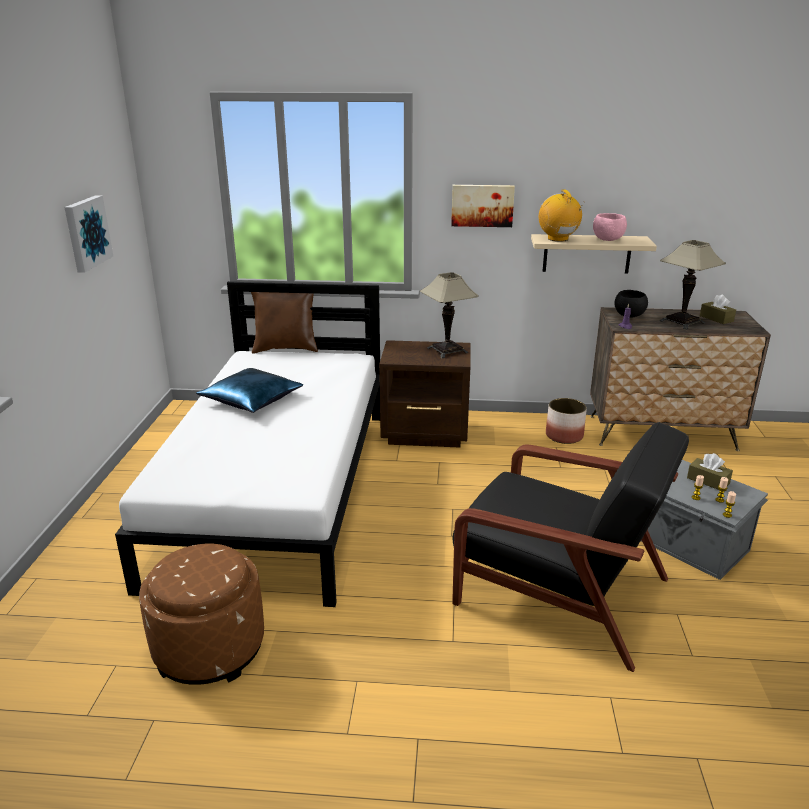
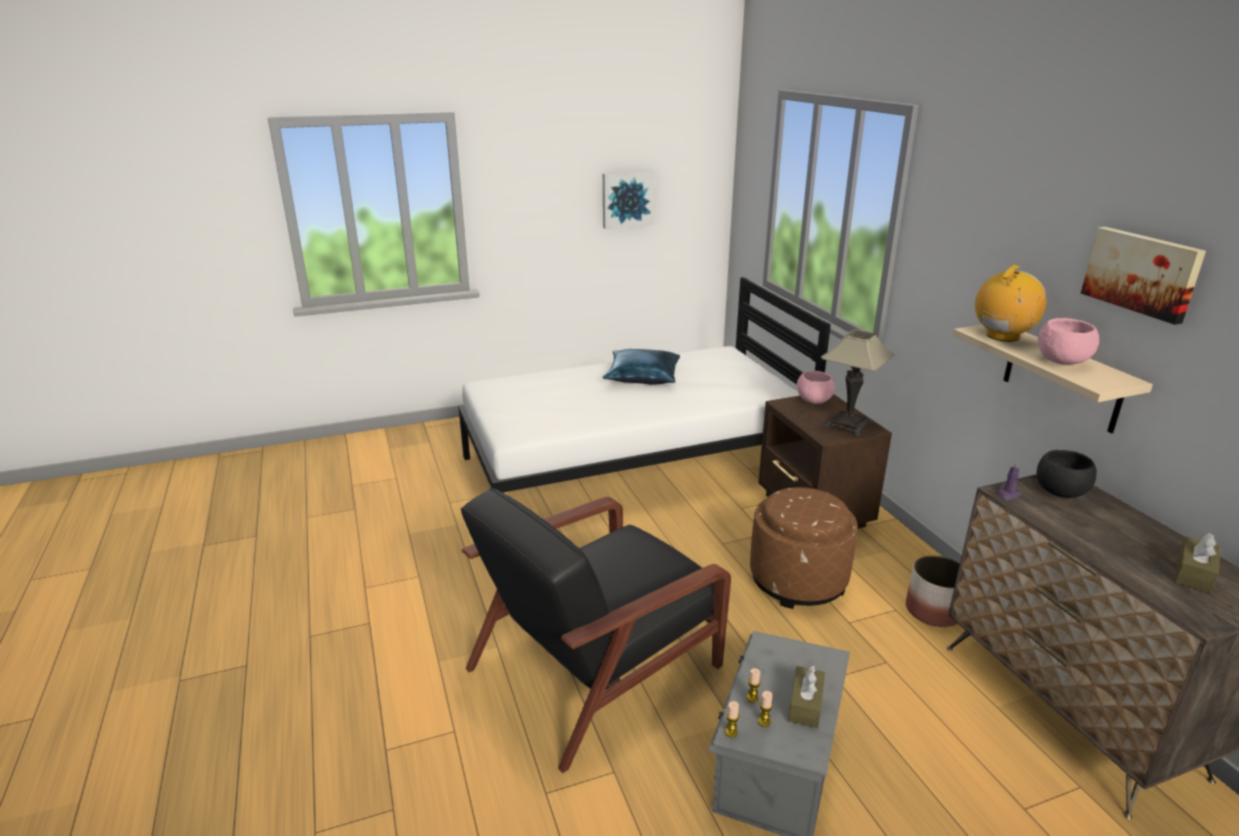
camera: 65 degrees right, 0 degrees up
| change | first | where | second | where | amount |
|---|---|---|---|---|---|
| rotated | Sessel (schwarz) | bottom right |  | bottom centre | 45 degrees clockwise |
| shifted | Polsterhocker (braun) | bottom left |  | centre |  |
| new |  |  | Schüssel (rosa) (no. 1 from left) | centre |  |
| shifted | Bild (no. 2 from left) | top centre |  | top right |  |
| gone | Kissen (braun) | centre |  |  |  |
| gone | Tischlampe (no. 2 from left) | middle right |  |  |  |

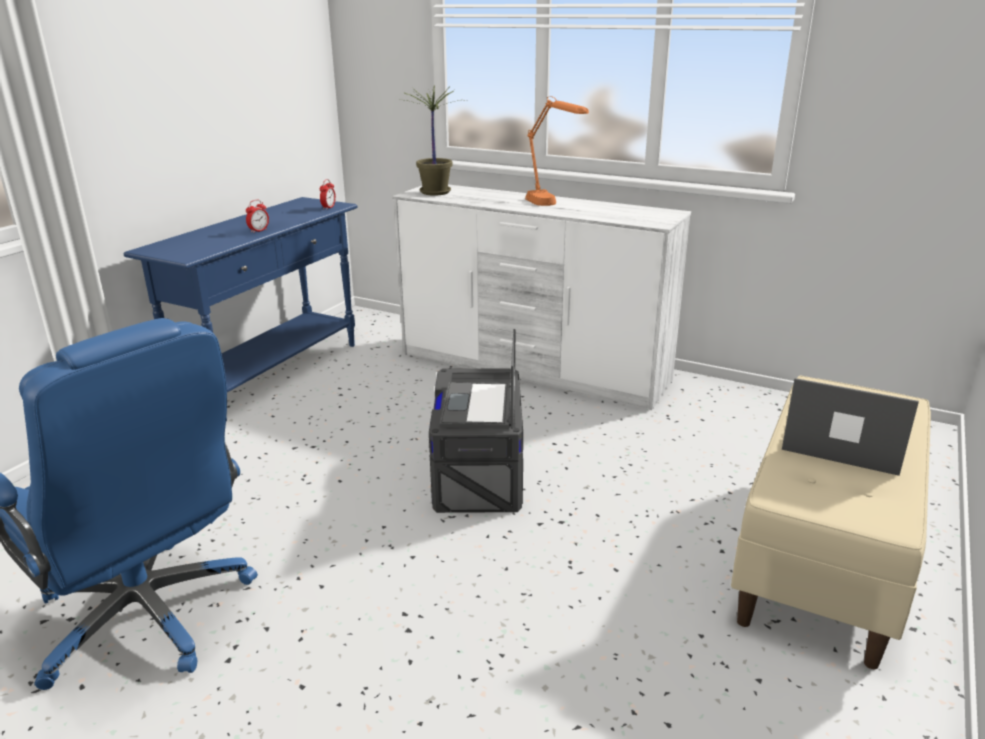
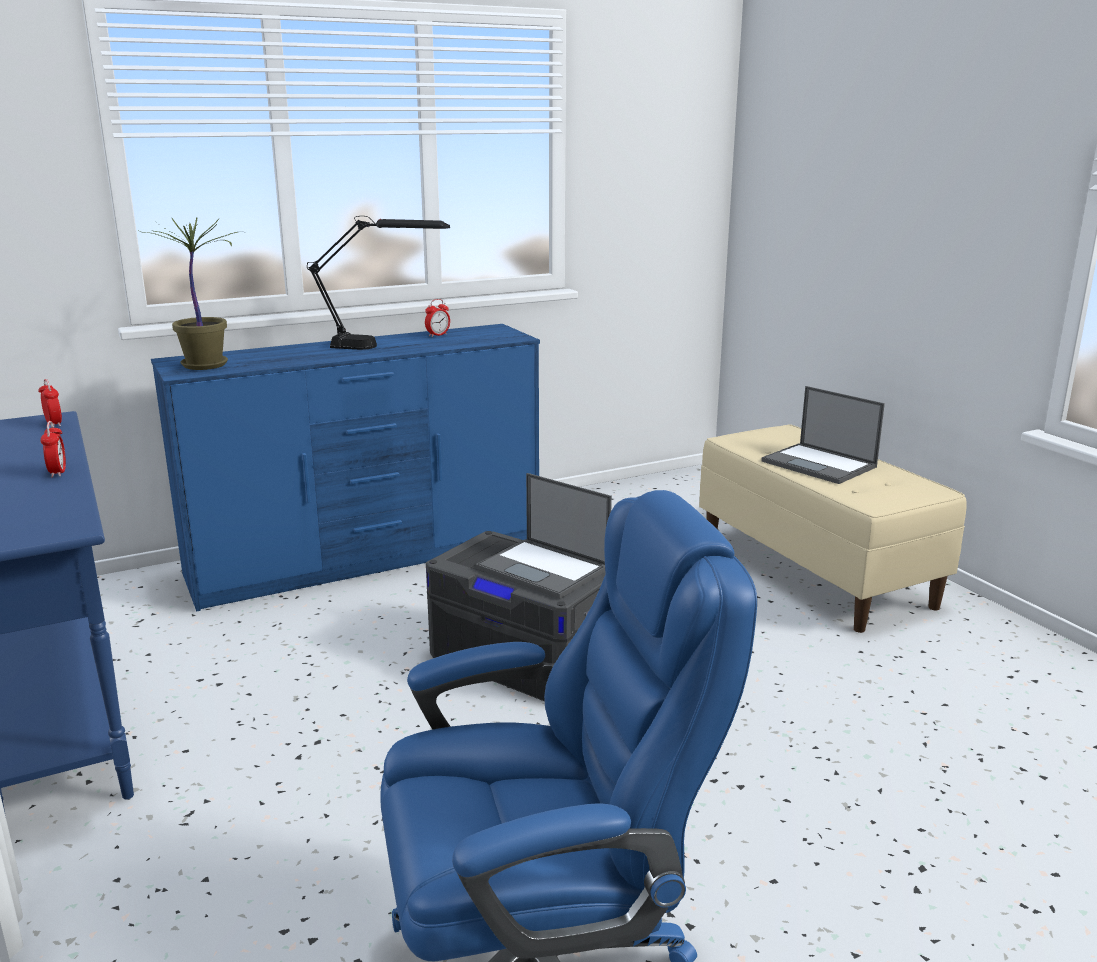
camera: 55 degrees left, 5 degrees down
| change | first | where | second | where | amount |
|---|---|---|---|---|---|
| repainted | Kommode (weiß) | centre | Kommode (blau) | middle left |  |
| repainted | Tischlampe (orange) | top centre | Tischlampe (schwarz) | top centre |  |
| new |  |  | Wecker (no. 3 from left) | top centre |  |
| rotated | Laptop (no. 2 from left) | middle right |  | middle right | 105 degrees counterclockwise |

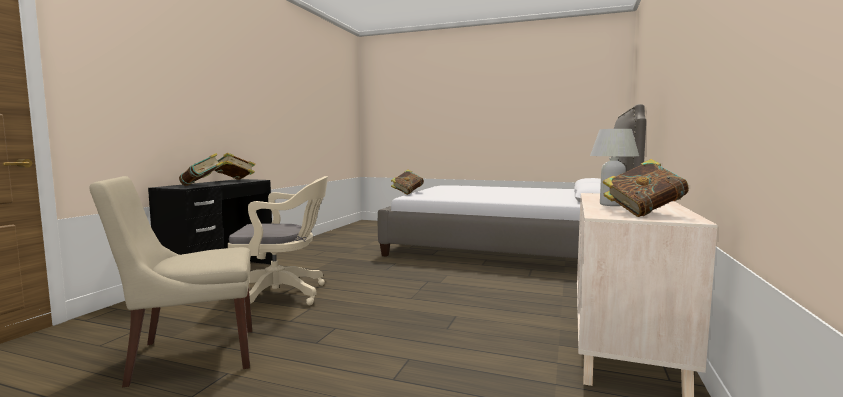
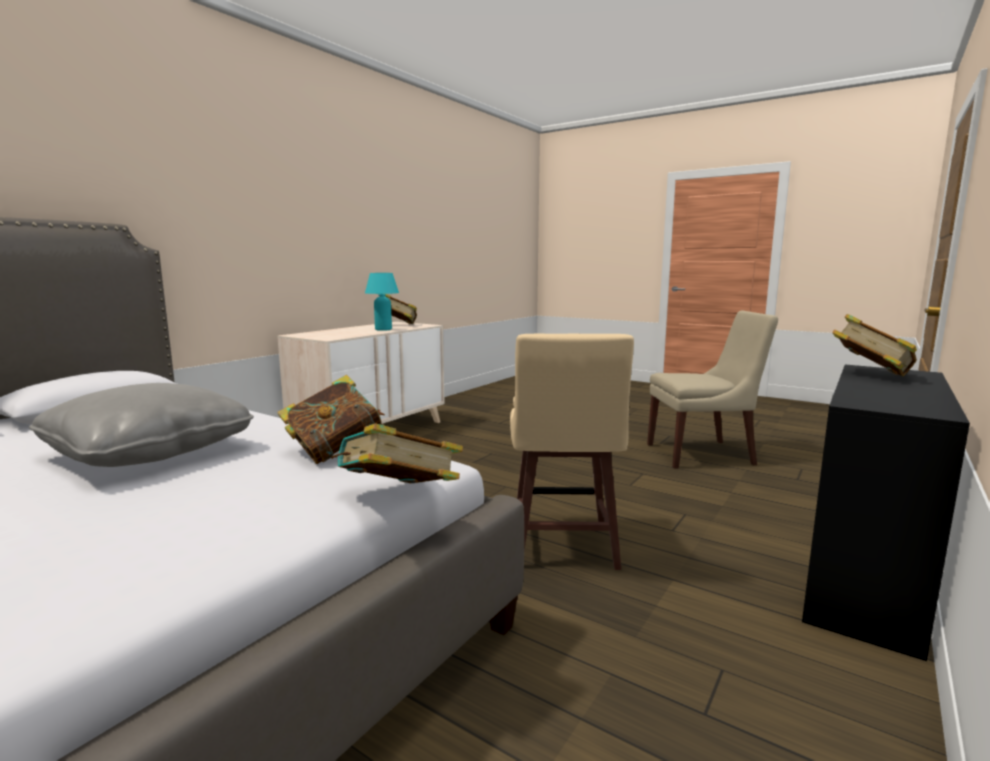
camera: 165 degrees left, 5 degrees up
| change | first | where | second | where | amount |
|---|---|---|---|---|---|
| new |  |  | Kissen (grau) | middle left |  |
| shifted | Buch (no. 2 from left in the first image) | middle left | Buch (no. 1 from left) | centre |  |
| repainted | Tischlampe (weiß) | middle right | Tischlampe (türkis) | centre |  |
| new |  |  | Hocker (beige) | centre |  |
| gone | Bürostuhl (beige) | middle left |  |  |  |

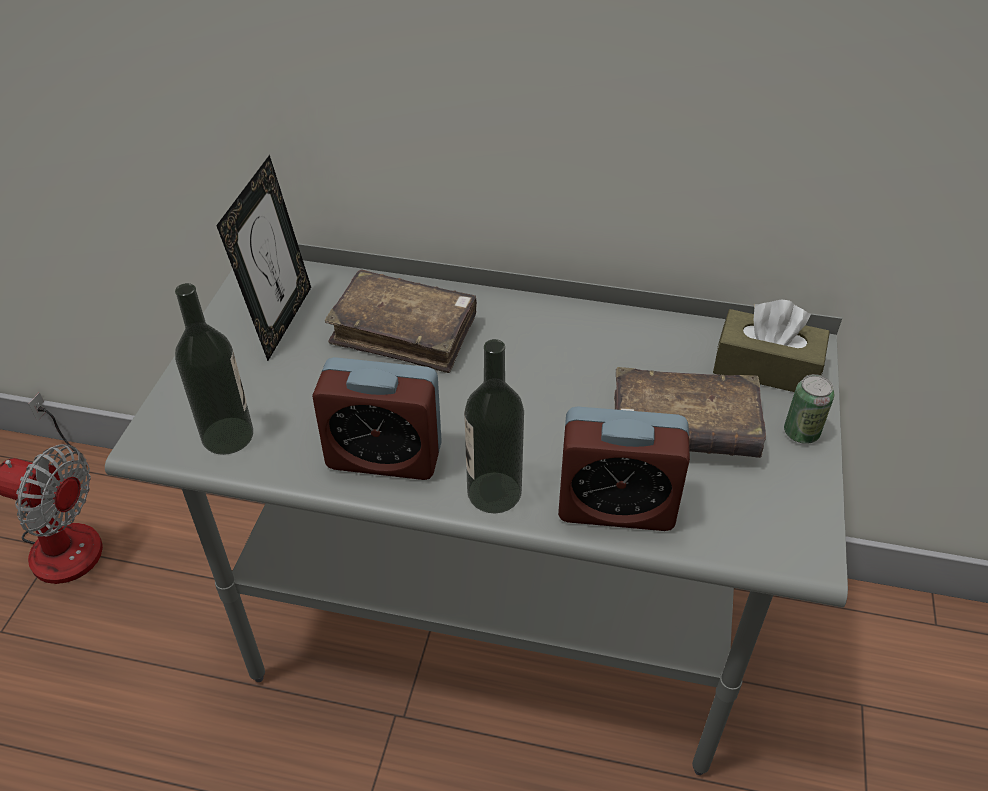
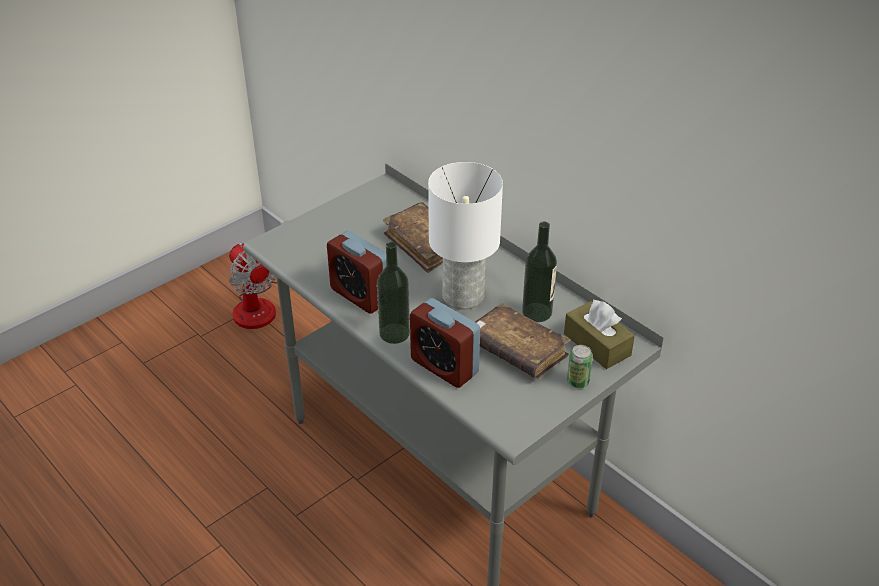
camera: 35 degrees right, 5 degrees down
| change | first | where | second | where | amount |
|---|---|---|---|---|---|
| new |  |  | Tischlampe (weiß) | centre |  |
| shifted | Flasche (no. 1 from left in the first image) | middle left | Flasche (no. 2 from left) | centre |  |
| gone | Bilderrahmen | top left |  |  |  |

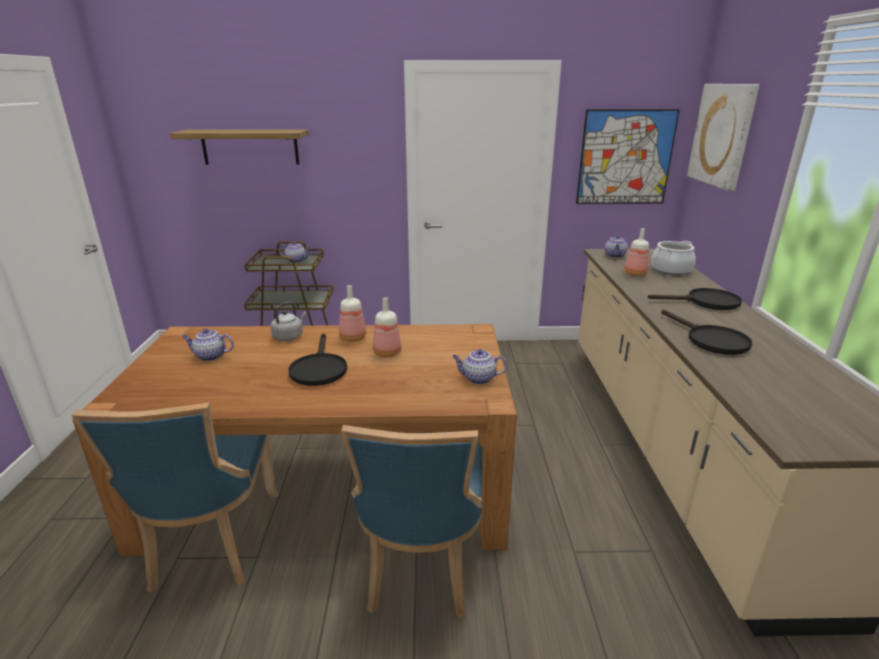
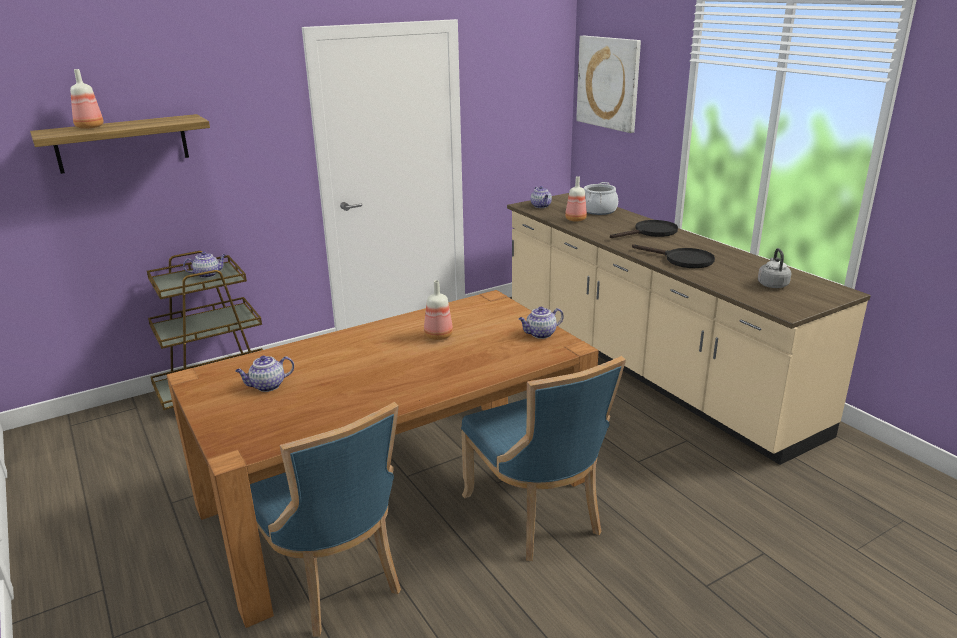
camera: 30 degrees left, 0 degrees up
| change | first | where | second | where | amount |
|---|---|---|---|---|---|
| shifted | Flasche (no. 1 from left) | centre |  | top left |  |
| shifted | Wasserkessel (grau) | middle left |  | middle right |  |
| gone | Pfanne (schwarz) (no. 1 from left) | centre |  |  |  |
| gone | Bild (no. 1 from left) | top right |  |  |  |

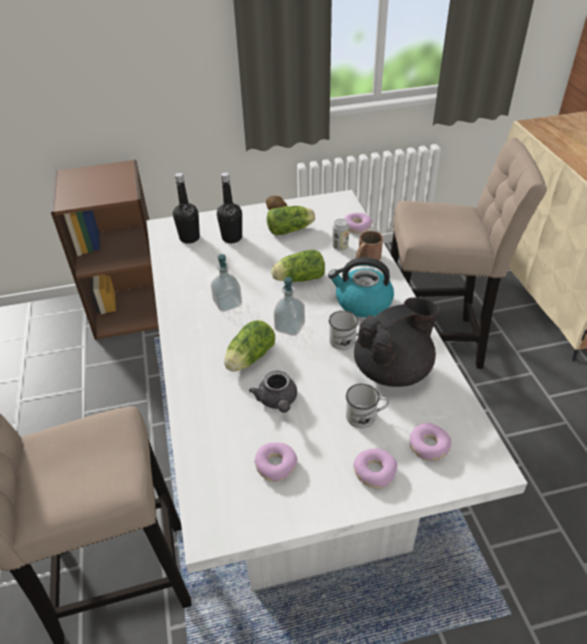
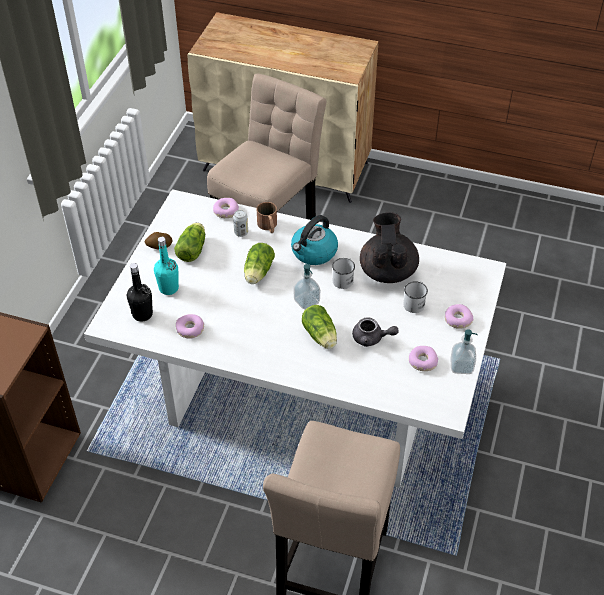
camera: 60 degrees left, 5 degrees up
| change | first | where | second | where | amount |
|---|---|---|---|---|---|
| repainted | Flasche (schwarz) (no. 2 from left) | top centre | Flasche (türkis) | middle left |  |
| shifted | Donut (no. 4 from left in the first image) | bottom right | Donut (no. 1 from left) | middle left |  |
| shifted | Seifenspender (no. 1 from left in the first image) | centre | Seifenspender (no. 2 from left) | middle right |  |

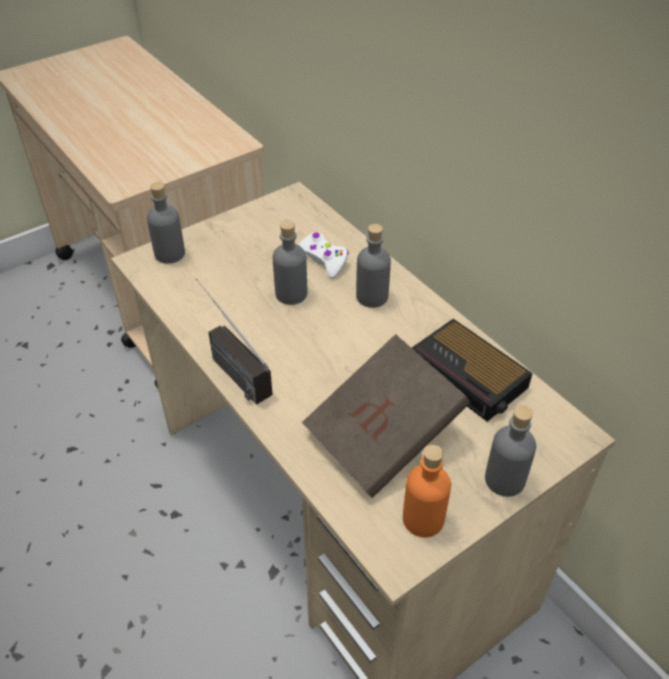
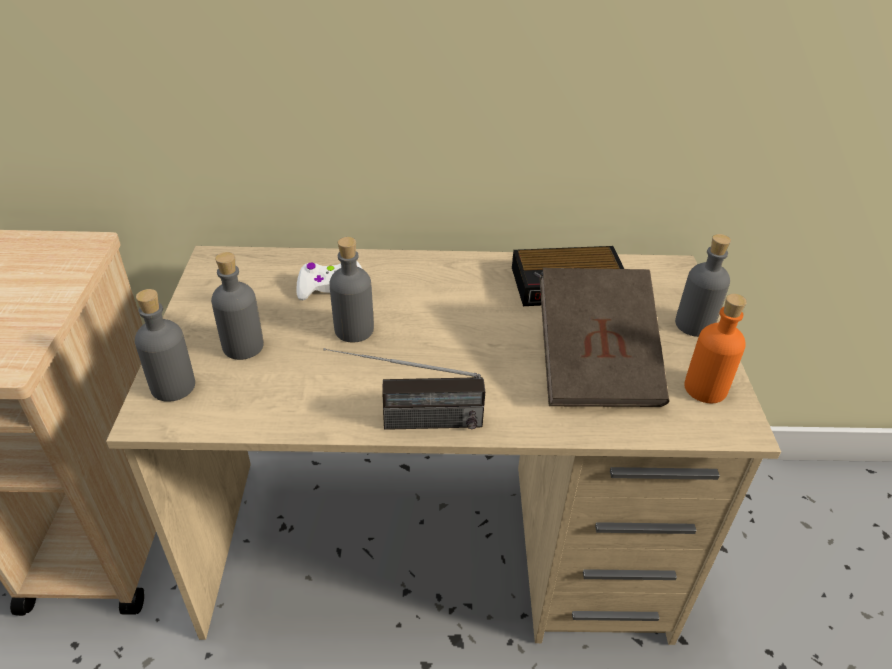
camera: 55 degrees left, 5 degrees down
| change | first | where | second | where | amount |
|---|---|---|---|---|---|
| shifted | Flasche (grau) (no. 3 from left in the first image) | centre | Flasche (grau) (no. 2 from left) | middle left |  |

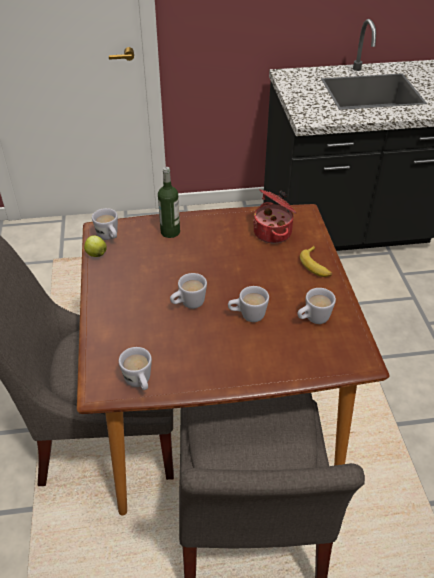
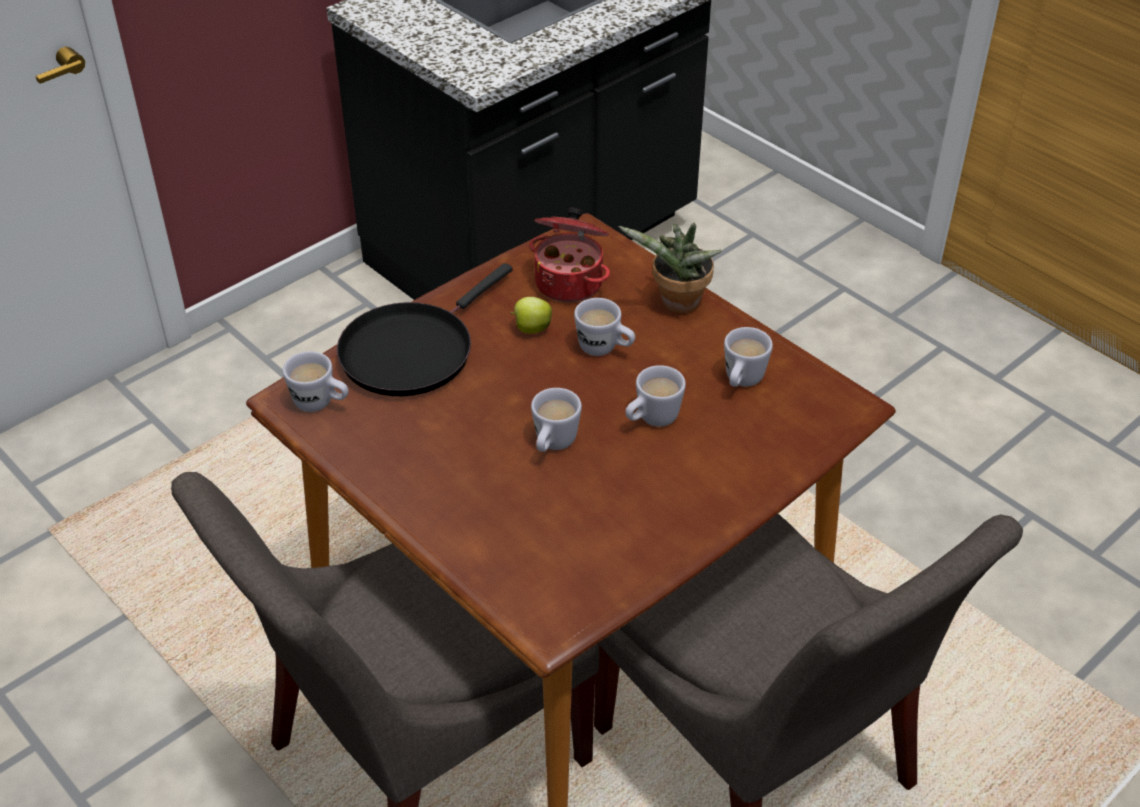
camera: 35 degrees left, 0 degrees up
| change | first | where | second | where | amount |
|---|---|---|---|---|---|
| swapped | Flasche | centre | Pfanne (schwarz) | centre |  |
| shifted | Apfel | middle left |  | centre |  |
| shifted | Henkelbecher (weiß) (no. 2 from left in the first image) | middle left | Henkelbecher (weiß) (no. 3 from left) | centre |  |
| swapped | Banane | middle right | Topfpflanze | top centre |  |

